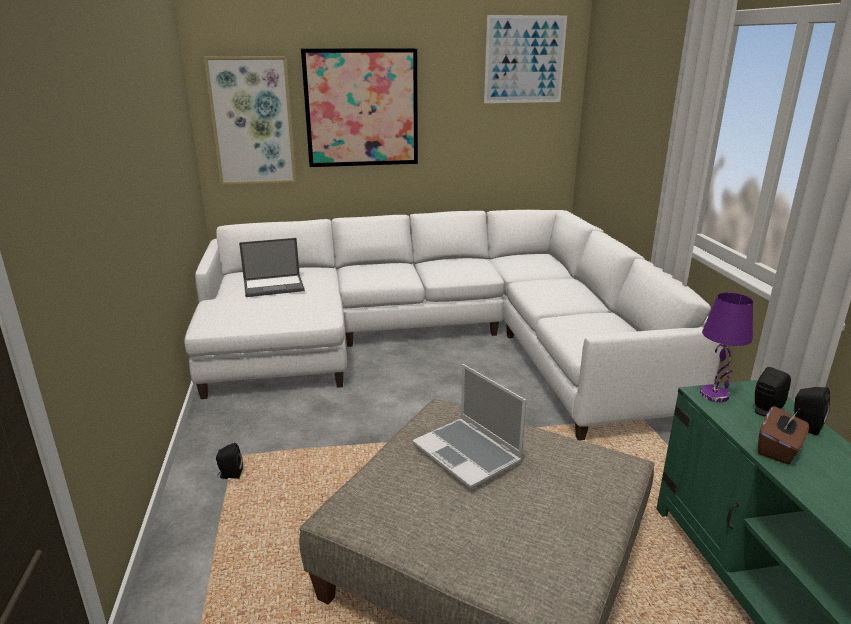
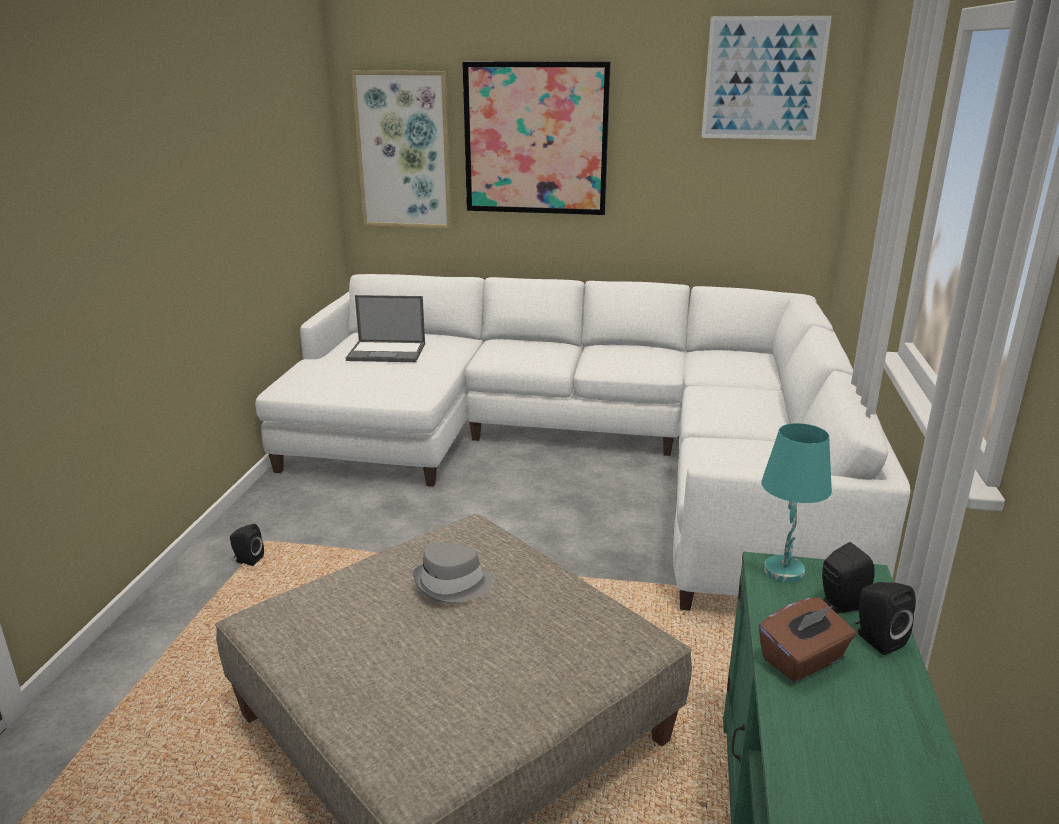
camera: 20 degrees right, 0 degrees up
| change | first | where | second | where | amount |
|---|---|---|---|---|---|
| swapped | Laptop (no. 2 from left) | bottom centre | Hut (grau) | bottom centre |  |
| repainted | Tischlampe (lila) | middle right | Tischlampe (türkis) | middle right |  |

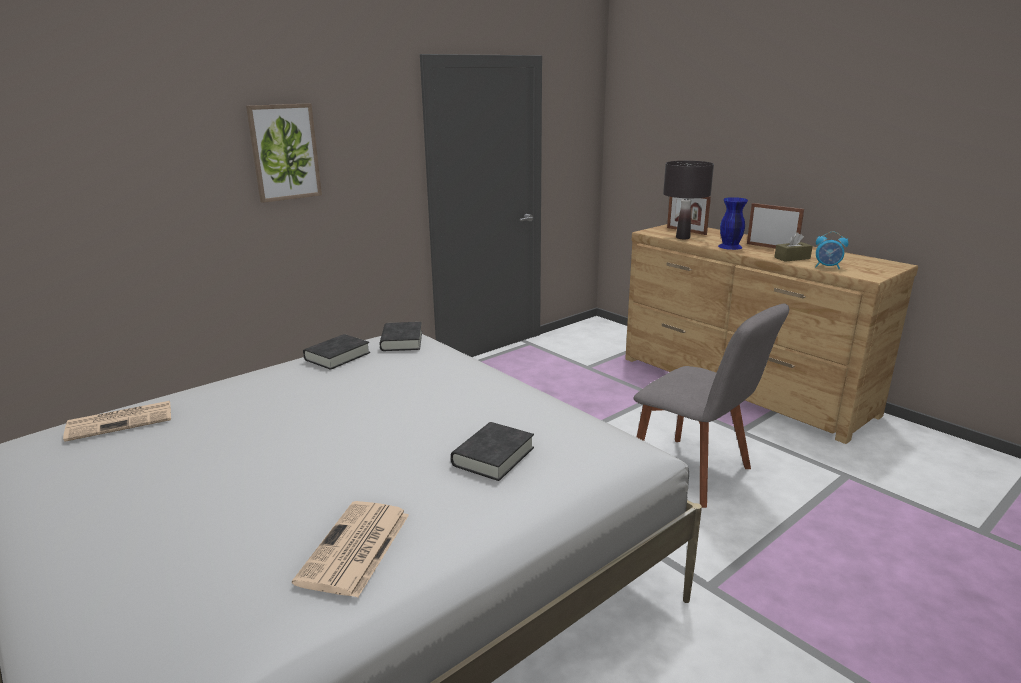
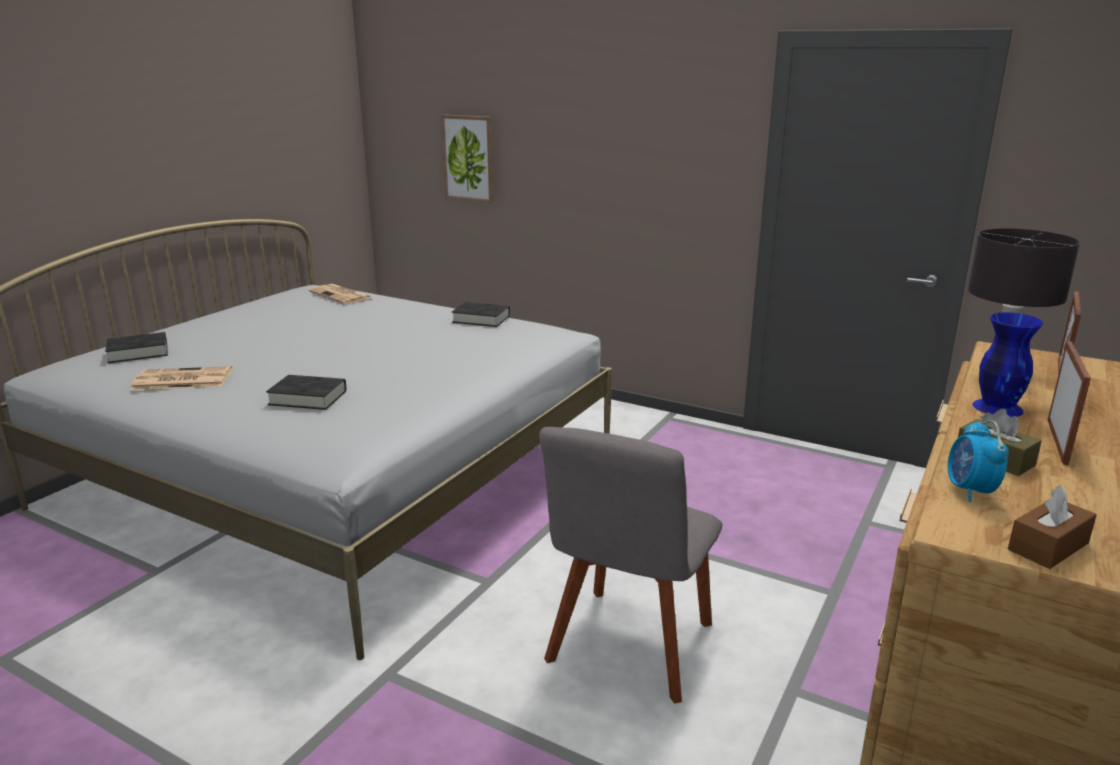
camera: 70 degrees right, 0 degrees up
| change | first | where | second | where | amount |
|---|---|---|---|---|---|
| shifted | Buch (schwarz) (no. 2 from left in the first image) | centre | Buch (schwarz) (no. 1 from left) | middle left |  |
| shifted | Bild | top left |  | top centre |  |
| new |  |  | Taschentuchbox (braun) (no. 2 from left) | bottom right |  |

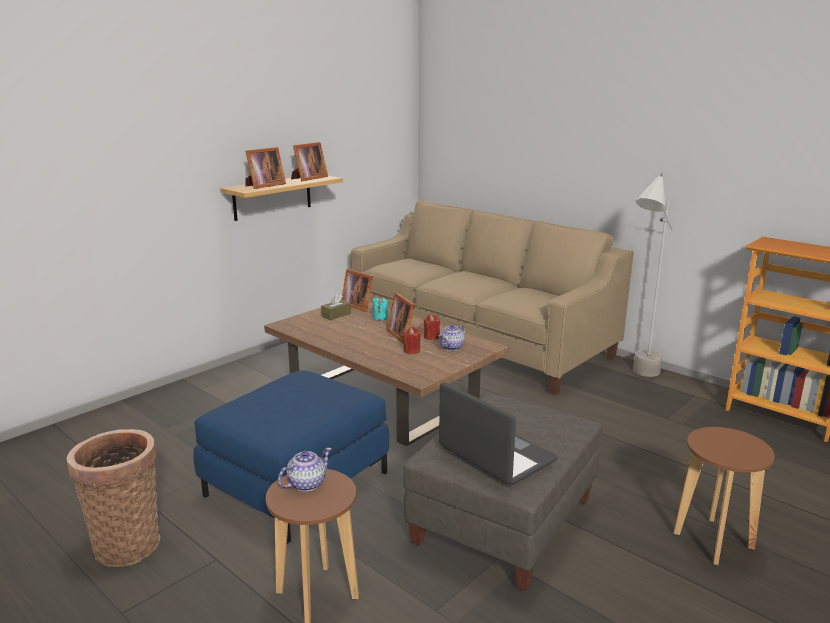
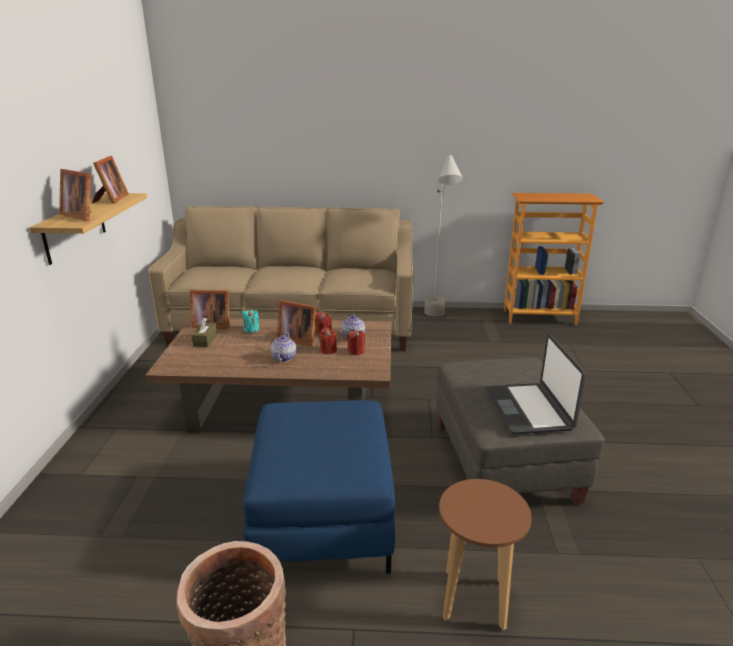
camera: 40 degrees left, 5 degrees up
| change | first | where | second | where | amount |
|---|---|---|---|---|---|
| rotated | Bilderrahmen (no. 1 from left) | top left |  | top left | 120 degrees clockwise |
| shifted | Teekanne (no. 1 from left) | bottom centre |  | centre |  |
| new |  |  | Kerze (rot) (no. 3 from left) | centre |  |
| rotated | Laptop | bottom centre |  | middle right | 105 degrees counterclockwise |
| gone | Hocker (braun) (no. 2 from left) | bottom right |  |  |  |

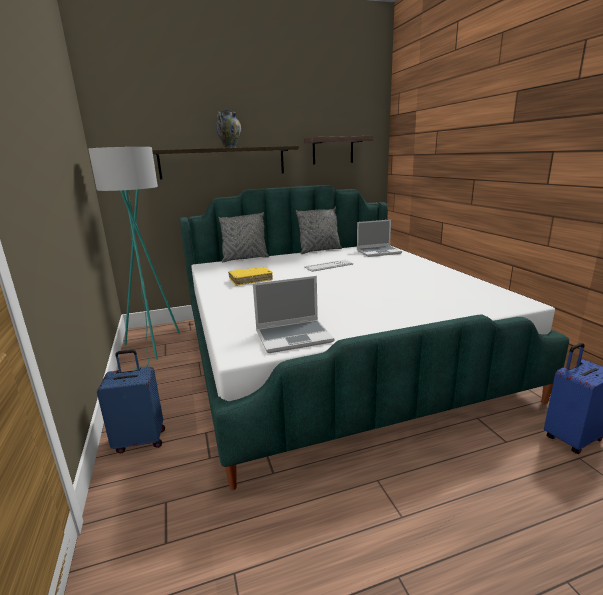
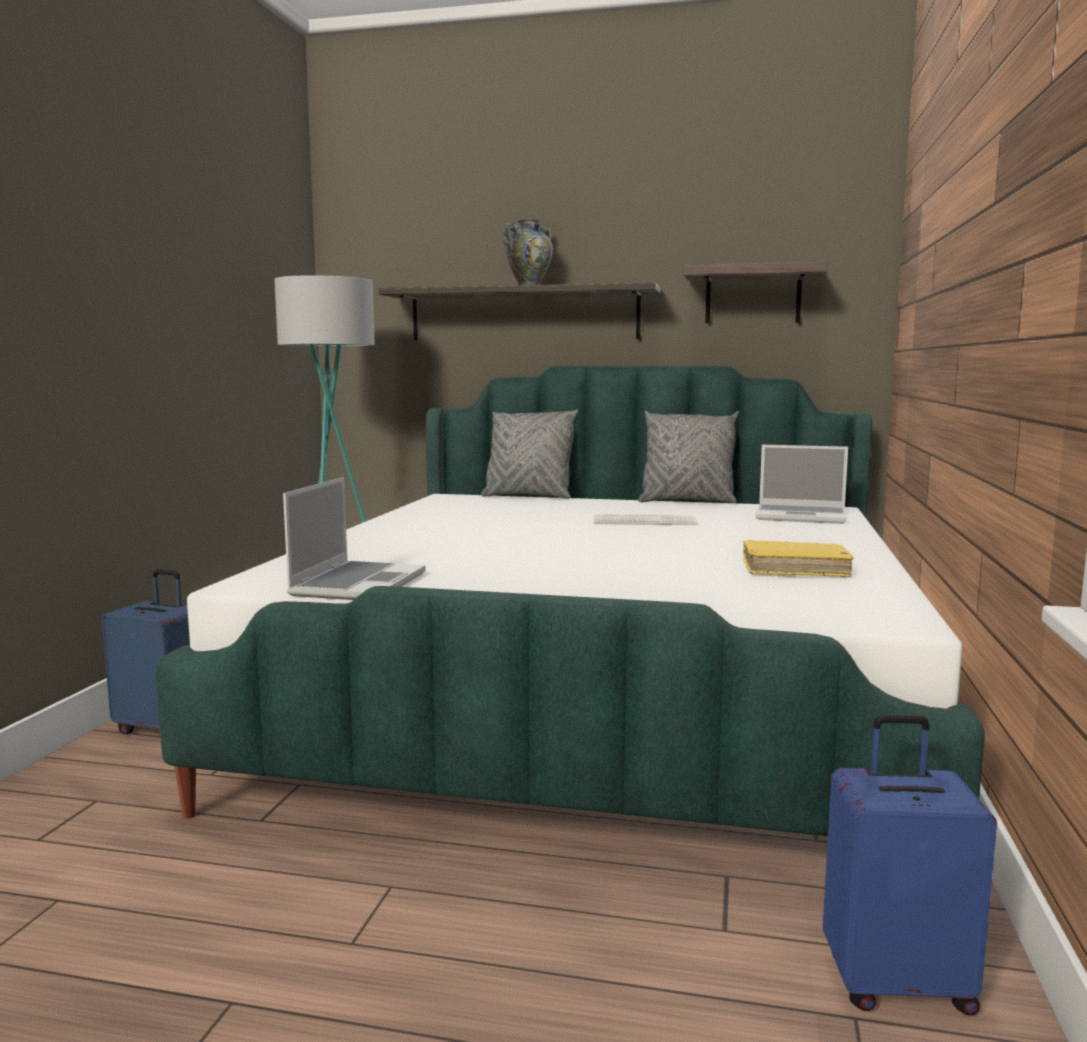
camera: 30 degrees right, 10 degrees down
| change | first | where | second | where | amount |
|---|---|---|---|---|---|
| rotated | Laptop (no. 1 from left) | centre |  | middle left | 90 degrees counterclockwise |
| shifted | Buch (gelb) | centre |  | middle right |  |

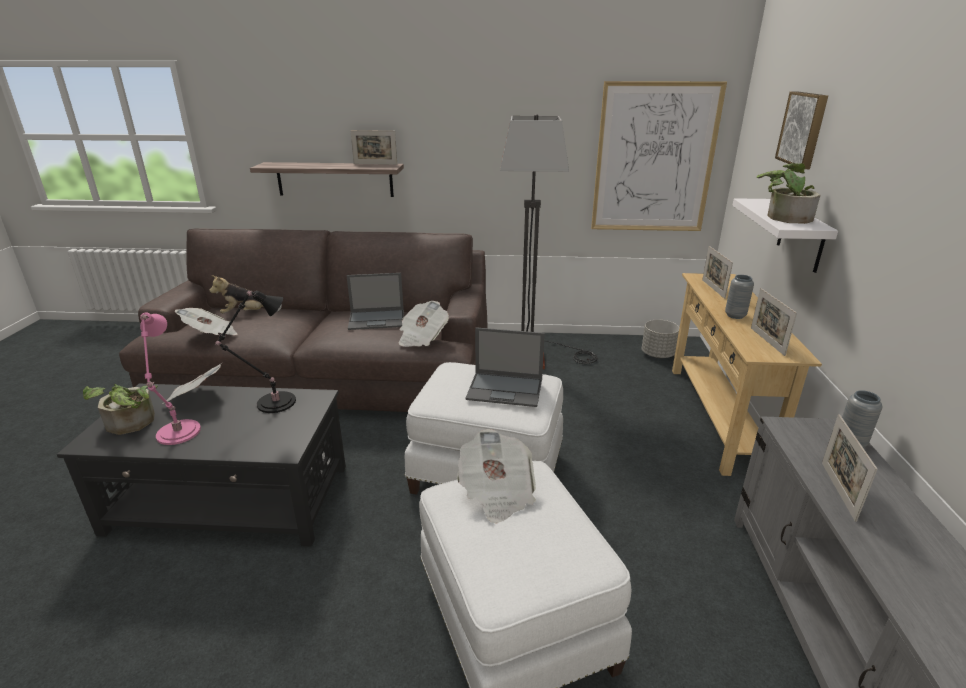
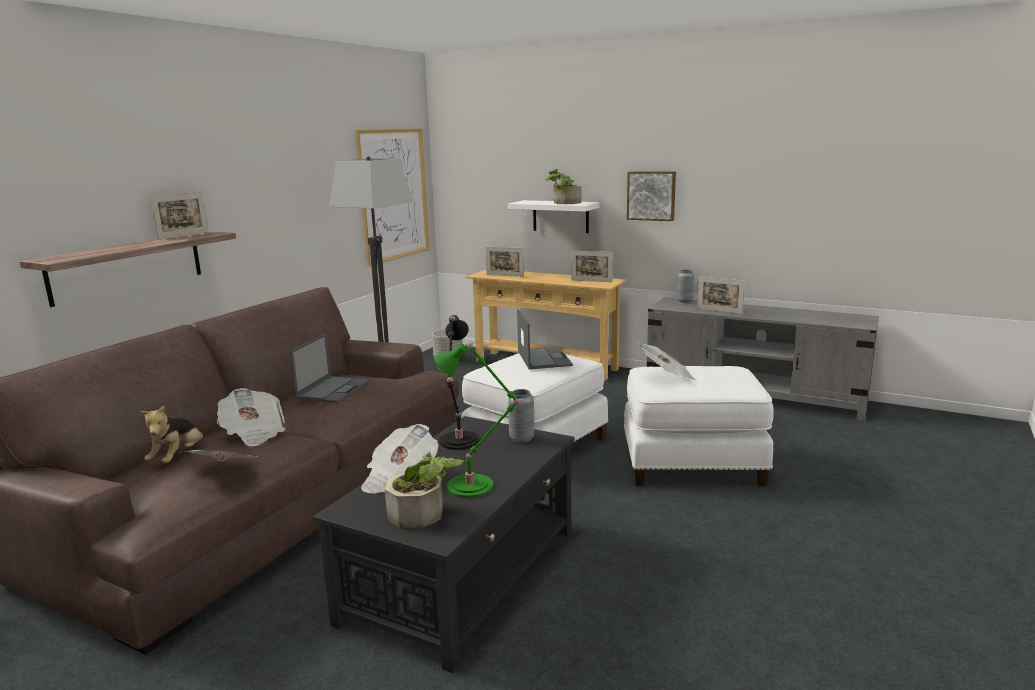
camera: 65 degrees left, 10 degrees down
| change | first | where | second | where | amount |
|---|---|---|---|---|---|
| shifted | Zeitung (no. 3 from left in the first image) | centre | Zeitung (no. 2 from left) | middle left |  |
| repainted | Tischlampe (rosa) | middle left | Tischlampe (grün) | centre |  |
| shifted | Vase (grau) (no. 1 from left) | middle right |  | centre |  |
| rotated | Laptop (no. 2 from left) | centre |  | centre | 45 degrees counterclockwise |
| shifted | Bild (no. 2 from left) | top right |  | top centre |  |

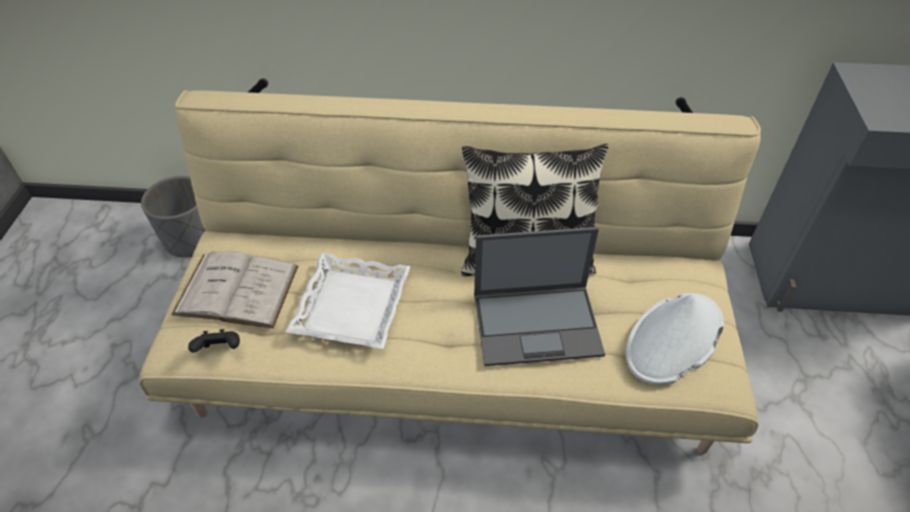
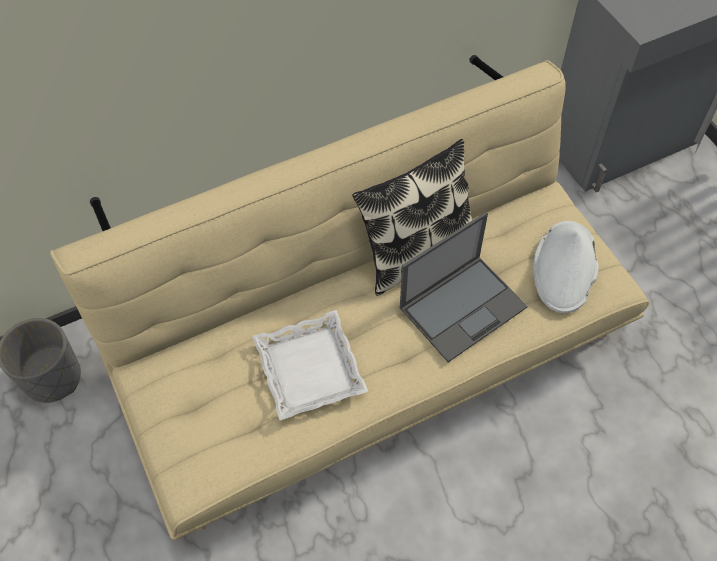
camera: 30 degrees left, 10 degrees up
| change | first | where | second | where | amount |
|---|---|---|---|---|---|
| gone | Buch (weiß) | middle left |  |  |  |
| gone | Gamepad (schwarz) | middle left |  |  |  |

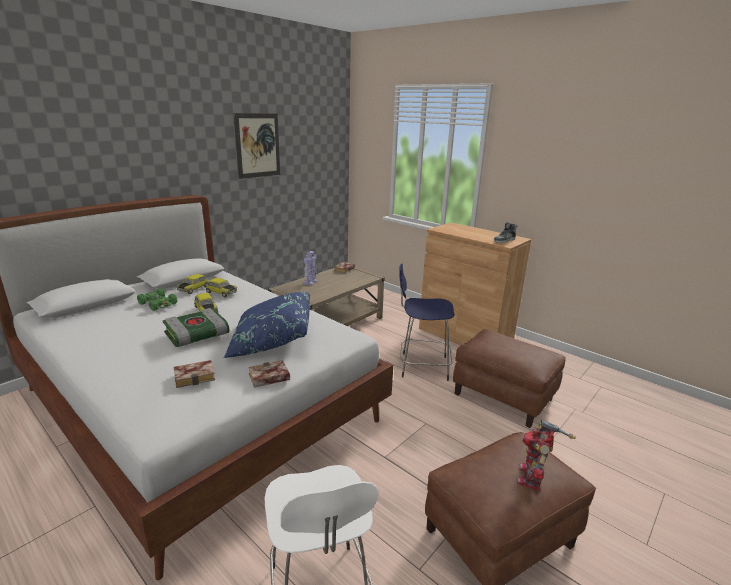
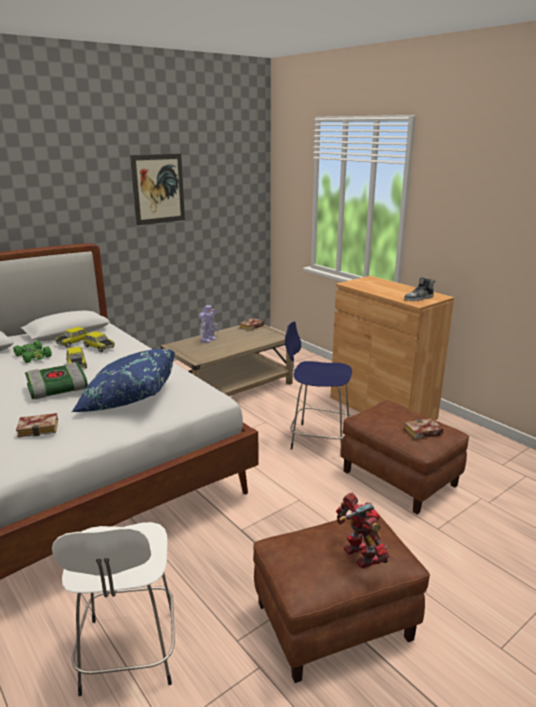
camera: 10 degrees right, 0 degrees up
| change | first | where | second | where | amount |
|---|---|---|---|---|---|
| rotated | Spielzeugroboter (no. 2 from left) | bottom right |  | bottom right | 120 degrees clockwise |
| shifted | Buch (no. 3 from left in the first image) | centre | Buch (no. 4 from left) | middle right |  |

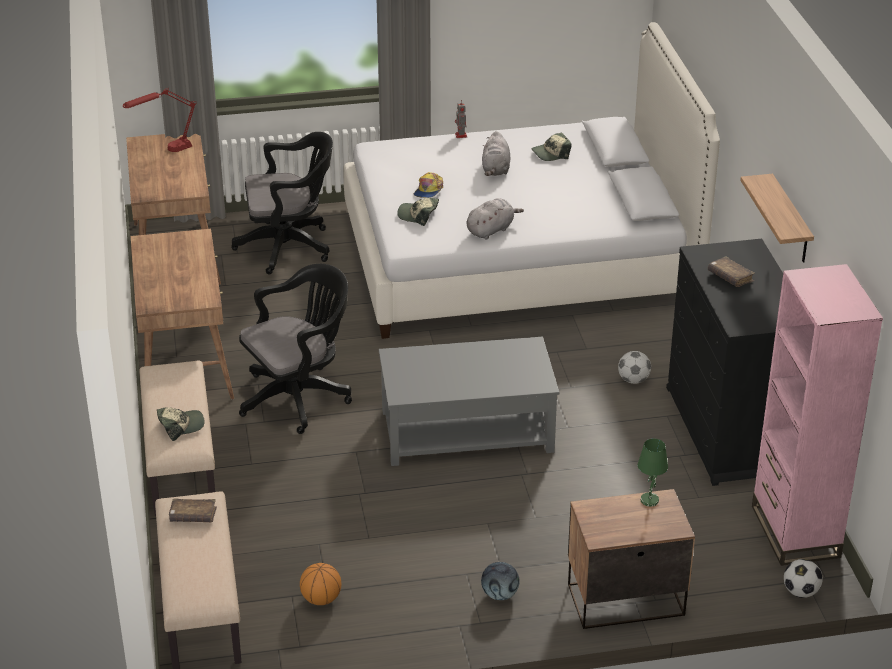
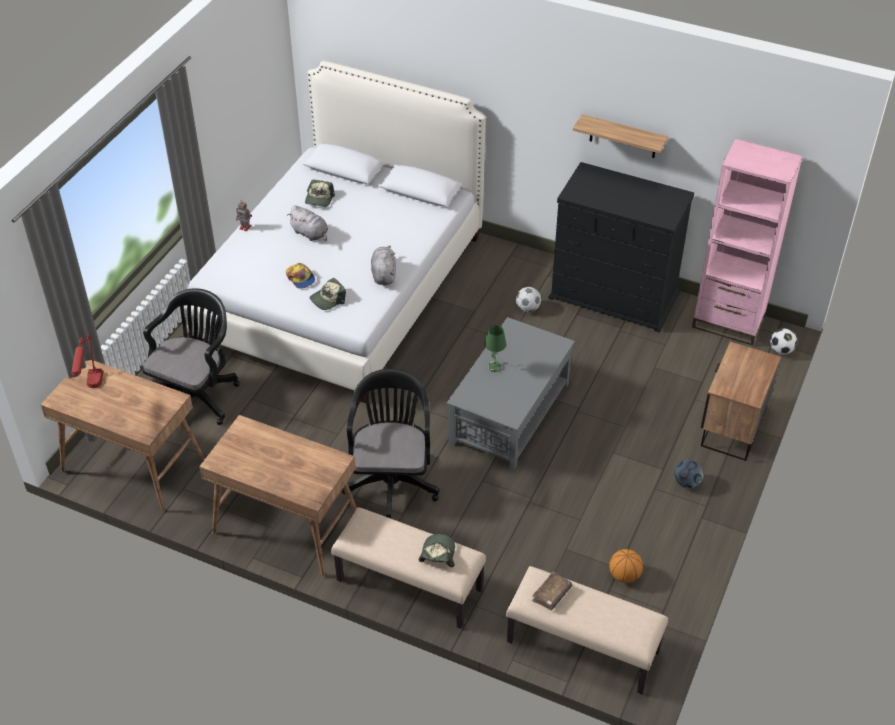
camera: 55 degrees left, 10 degrees up
| change | first | where | second | where | amount |
|---|---|---|---|---|---|
| shifted | Tischlampe (grün) | bottom right |  | centre |  |
| gone | Buch (braun) (no. 2 from left) | middle right |  |  |  |

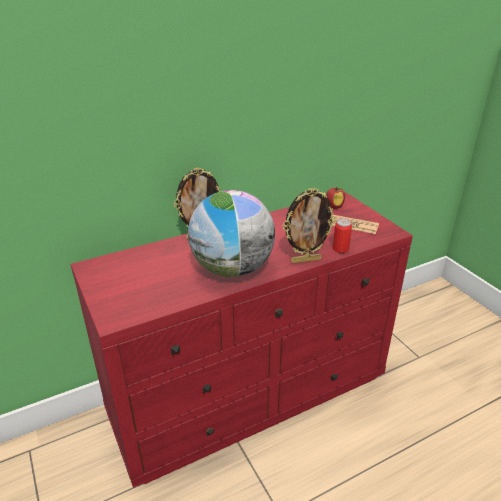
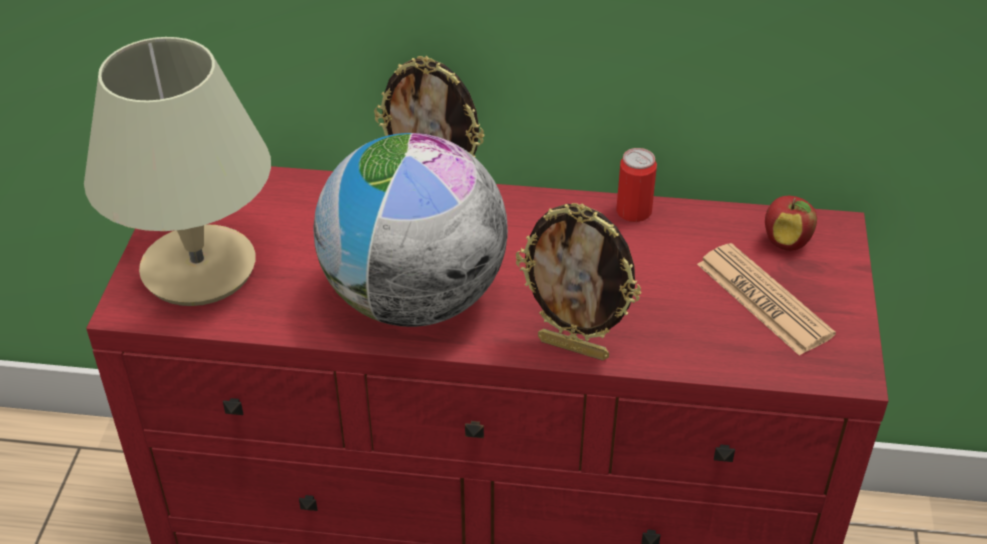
camera: 35 degrees right, 10 degrees up
| change | first | where | second | where | amount |
|---|---|---|---|---|---|
| new |  |  | Tischlampe (beige) | top left |  |
| shifted | Dose | middle right |  | centre |  |

